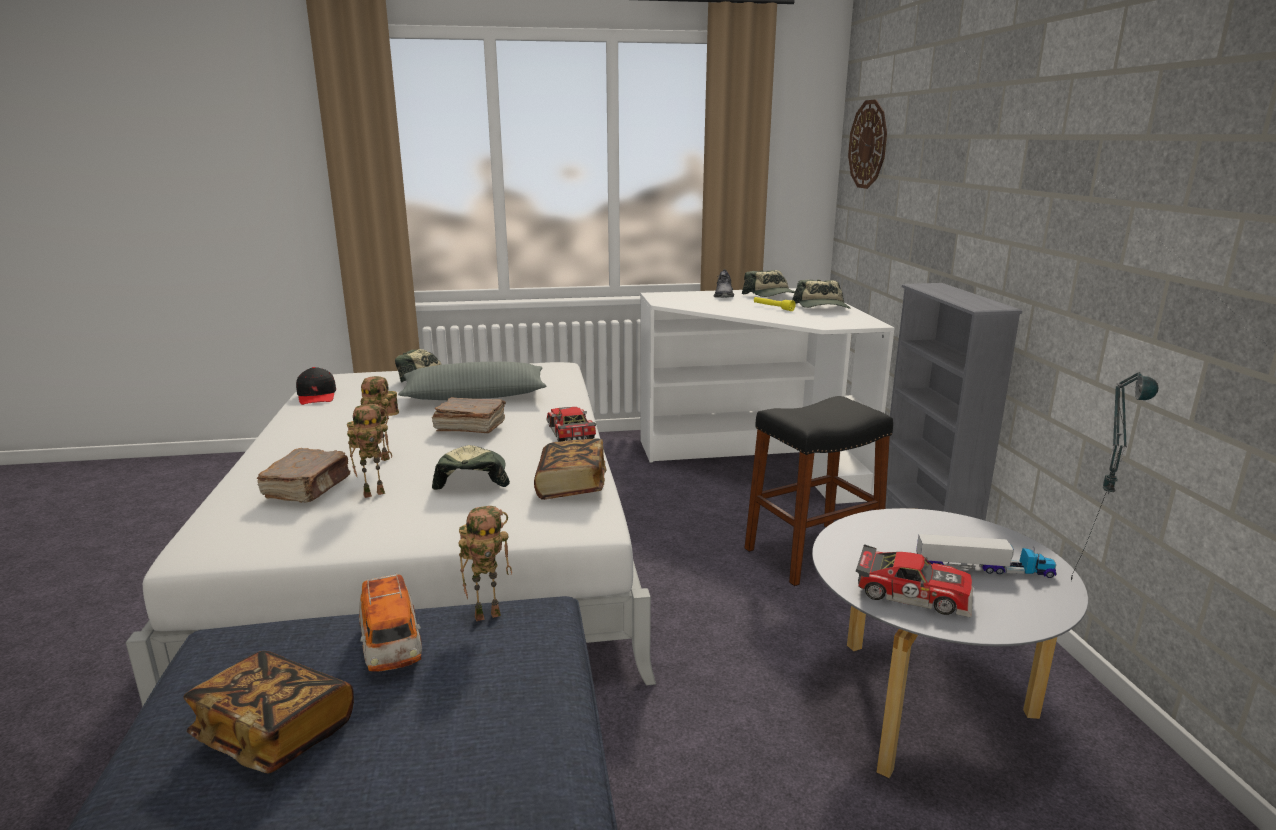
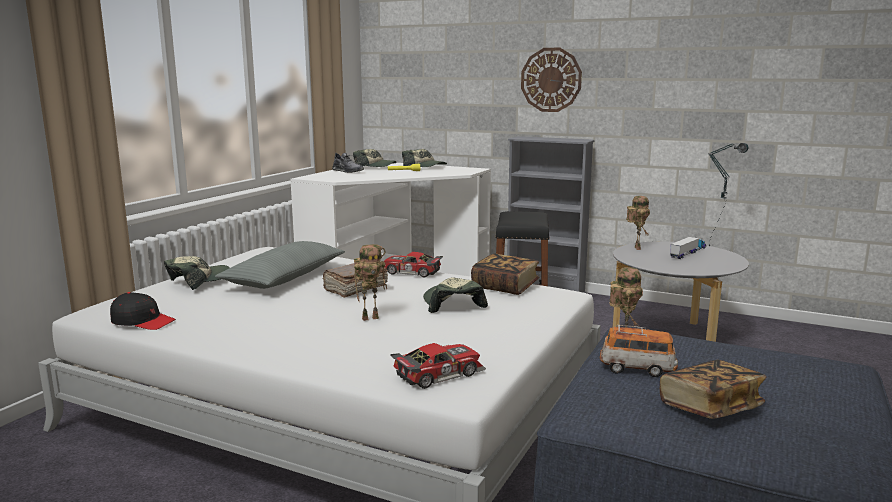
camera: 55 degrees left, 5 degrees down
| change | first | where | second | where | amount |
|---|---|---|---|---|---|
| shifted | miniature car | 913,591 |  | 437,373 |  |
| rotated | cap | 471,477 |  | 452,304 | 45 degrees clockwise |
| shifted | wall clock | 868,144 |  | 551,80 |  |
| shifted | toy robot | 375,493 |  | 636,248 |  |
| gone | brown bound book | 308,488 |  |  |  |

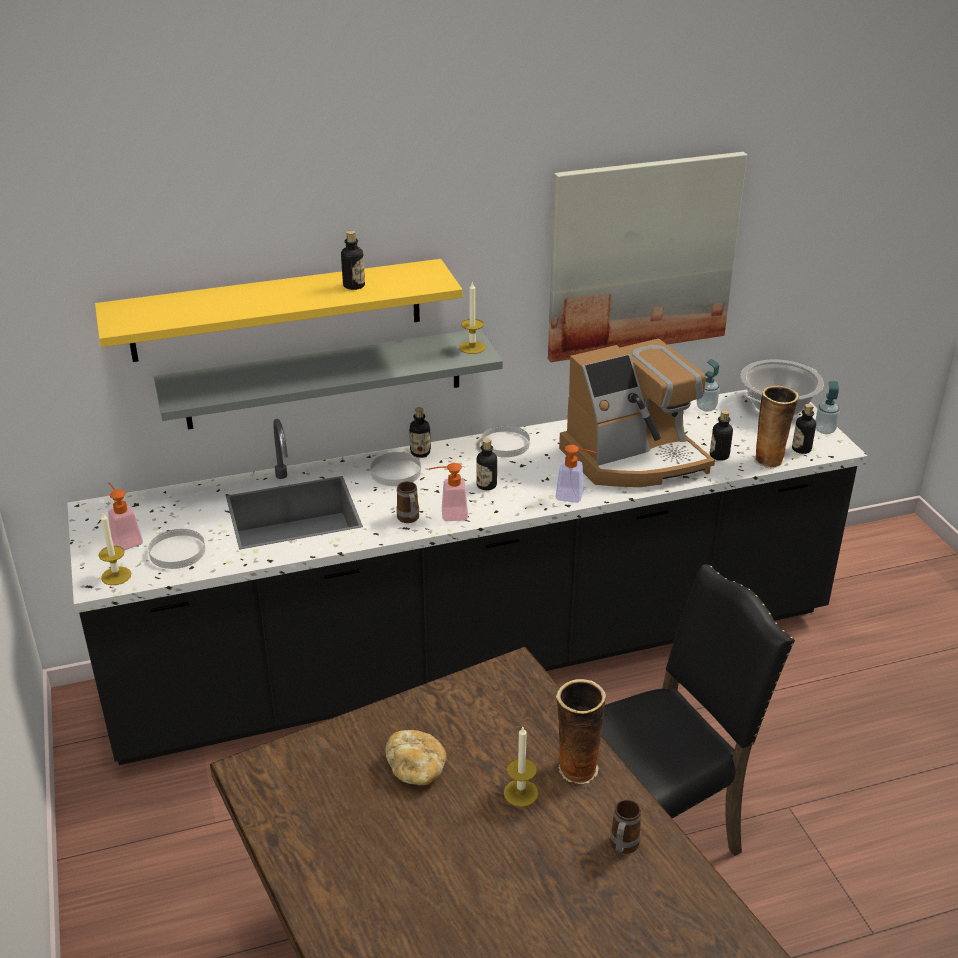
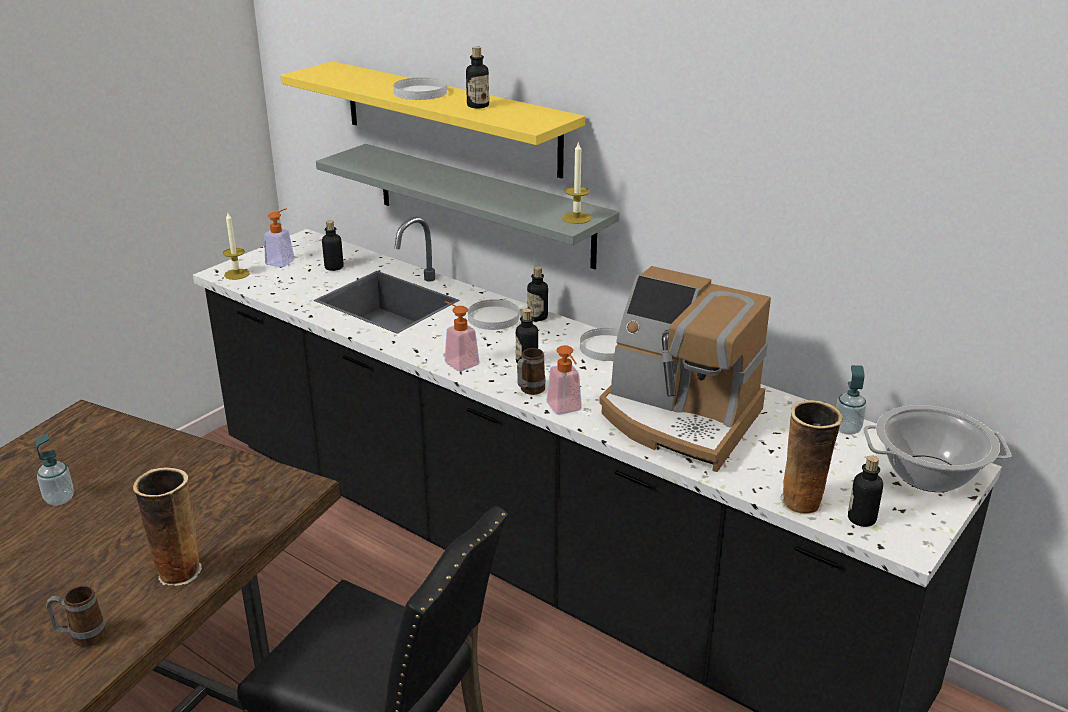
camera: 55 degrees right, 5 degrees down
| change | first | where | second | where | amount |
|---|---|---|---|---|---|
| shifted | soap dispenser | 824,430 |  | 59,499 |  |
| shifted | bottle | 719,456 |  | 334,267 |  |
| shifted | whitish plate | 177,552 |  | 420,92 |  |
| shifted | mug | 409,520 |  | 529,391 |  |
| gone | bread | 416,769 |  |  |  |
| gone | candle | 521,793 |  |  |  |
| gone | picture | 642,256 |  |  |  |

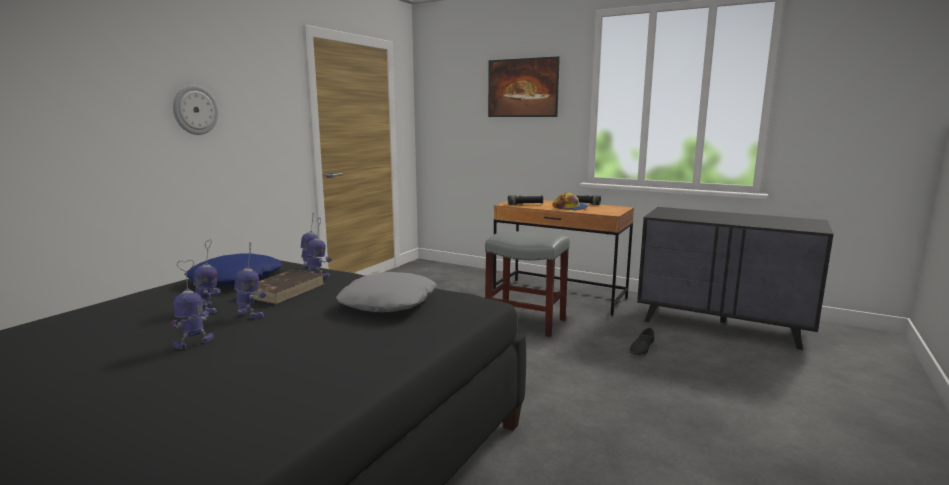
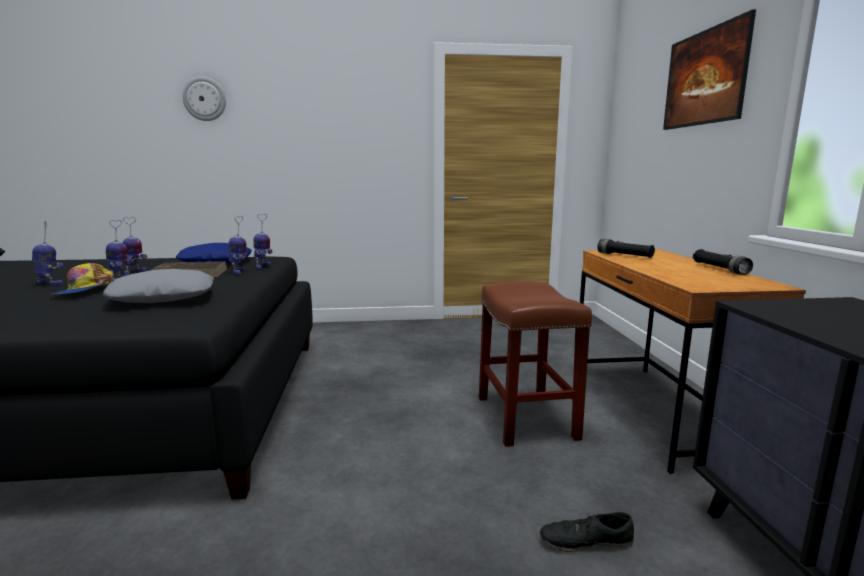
camera: 55 degrees right, 0 degrees up
| change | first | where | second | where | amount |
|---|---|---|---|---|---|
| shifted | cap | 570,208 |  | 85,290 |  |
| shifted | wall clock | 195,110 |  | 205,99 |  |
| repainted | grey sitting stool | 524,323 | brown sitting stool | 524,417 |  |

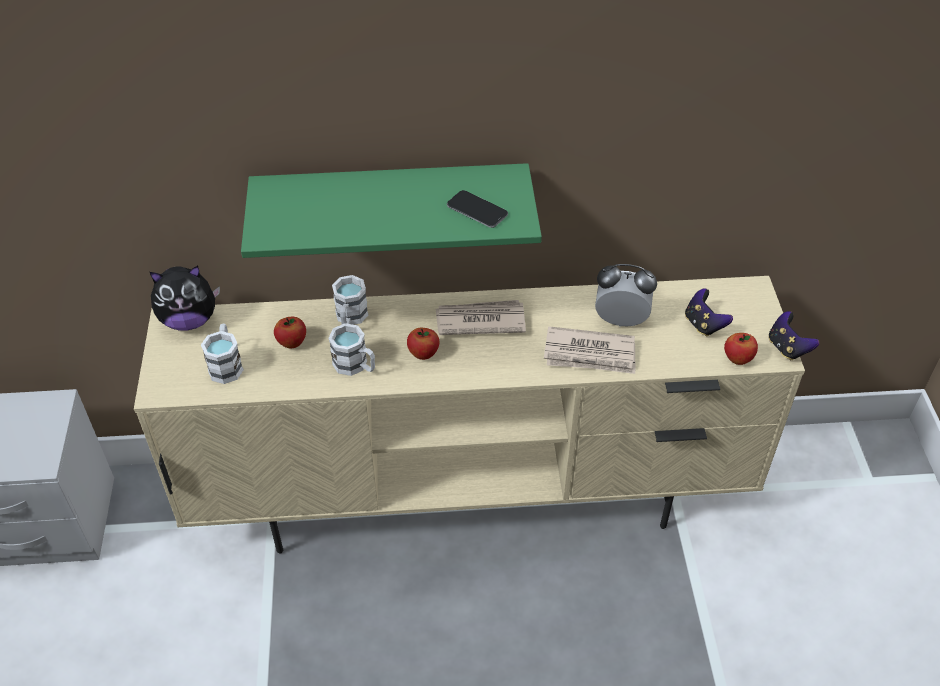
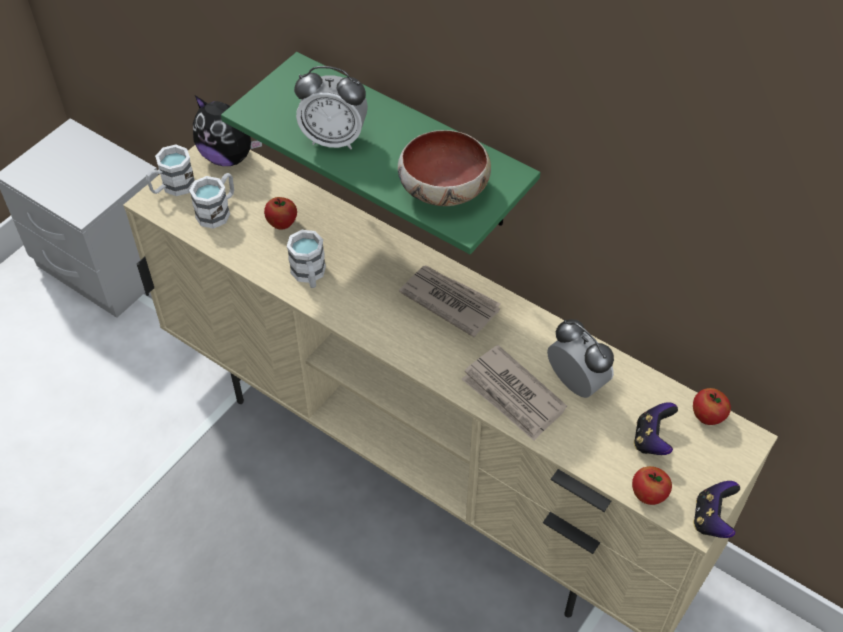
camera: 40 degrees right, 5 degrees up
| change | first | where | second | where | amount |
|---|---|---|---|---|---|
| shifted | whitish mug | 350,319 |  | 172,187 |  |
| new |  |  | alarm clock | 334,139 |  |
| swapped | phone | 477,210 | deep dish | 442,190 |  |
| shifted | apple fruit | 423,354 |  | 707,416 |  |

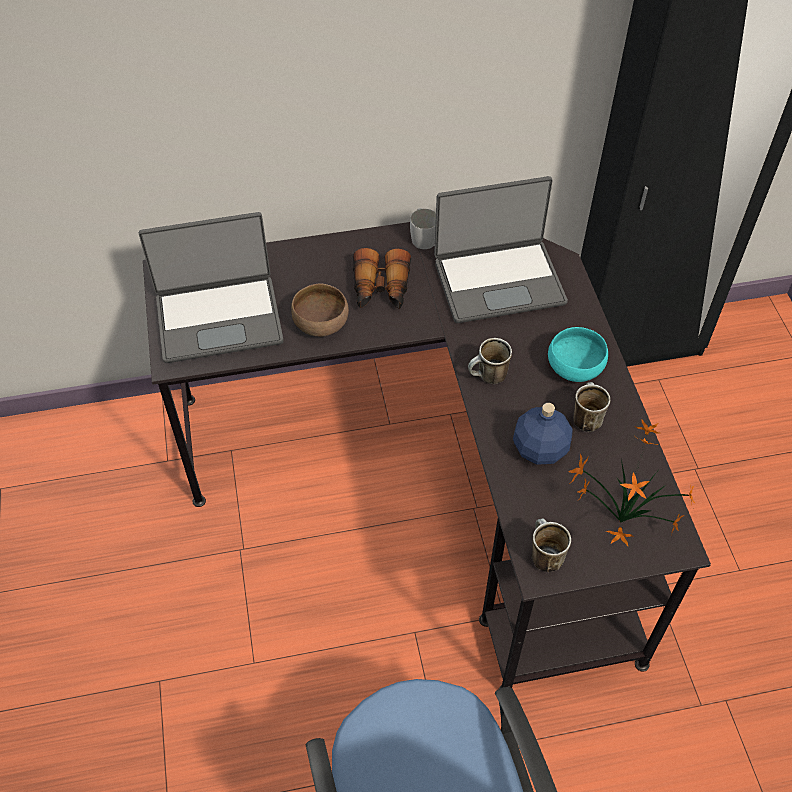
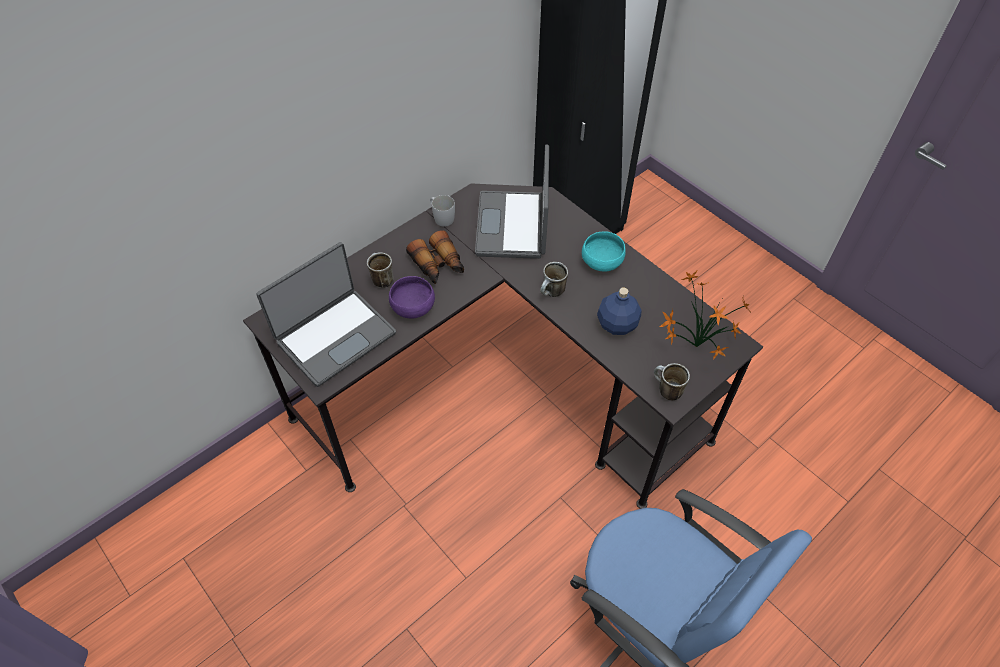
camera: 30 degrees left, 0 degrees up
| change | first | where | second | where | amount |
|---|---|---|---|---|---|
| shifted | mug | 585,417 |  | 380,279 |  |
| repainted | brown deep dish | 321,323 | purple deep dish | 413,307 |  |
| rotated | notebook computer | 498,281 |  | 513,226 | 135 degrees clockwise |

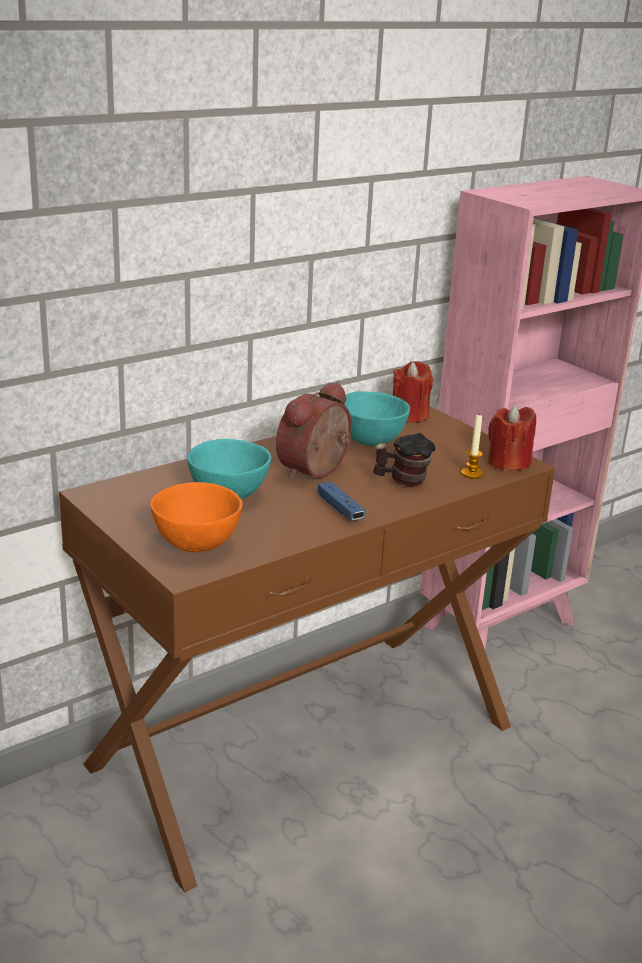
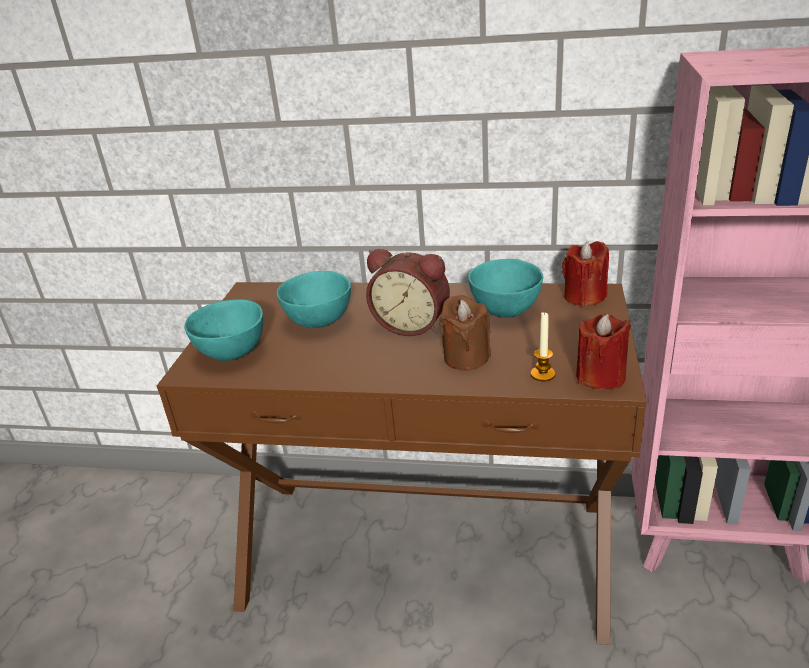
camera: 50 degrees right, 5 degrees up
| change | first | where | second | where | amount |
|---|---|---|---|---|---|
| repainted | orangey deep dish | 198,545 | turquoise-coloured deep dish | 232,354 |  |
| rotated | alarm clock | 317,472 |  | 412,325 | 150 degrees counterclockwise |
| swapped | mug | 402,481 | brown candle | 466,357 |  |
| gone | blue joypad | 340,509 |  |  |  |

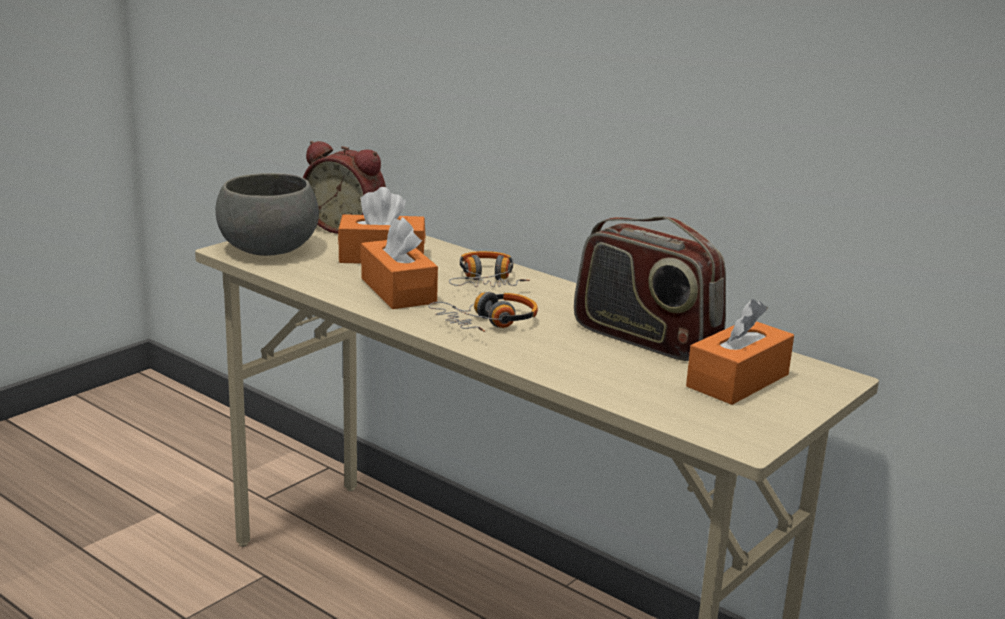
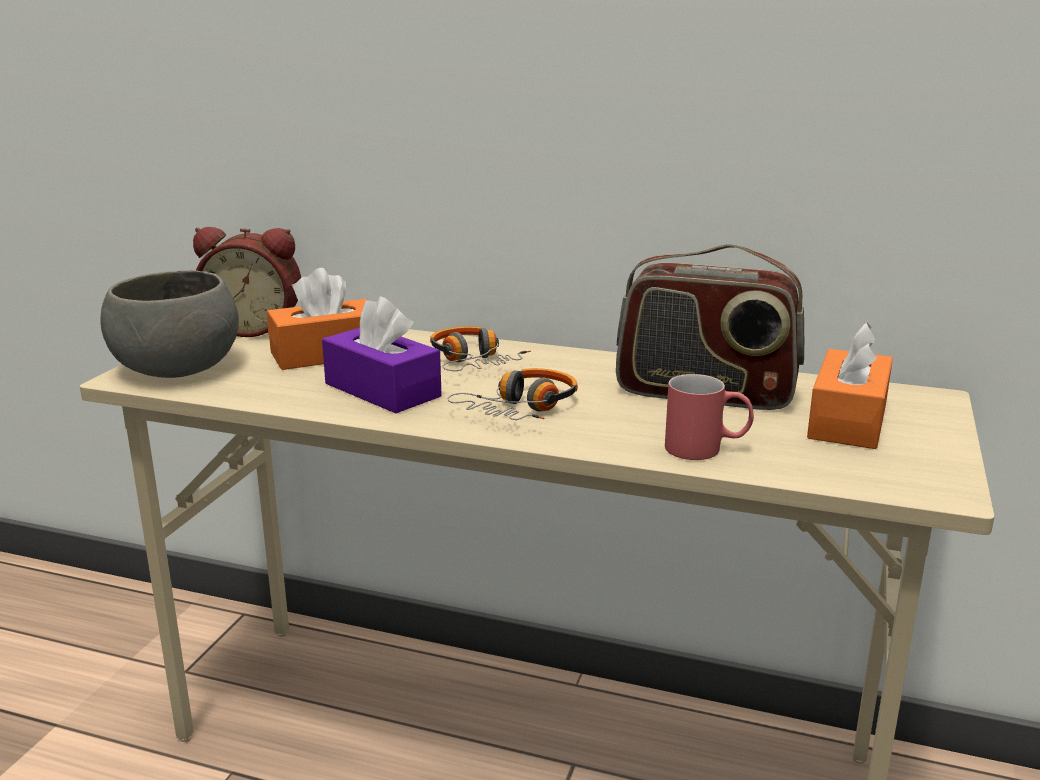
camera: 20 degrees left, 0 degrees up
| change | first | where | second | where | amount |
|---|---|---|---|---|---|
| repainted | orangey tissue holder | 398,291 | purple tissue holder | 382,390 |  |
| new |  |  | red-coloured mug | 707,449 |  |

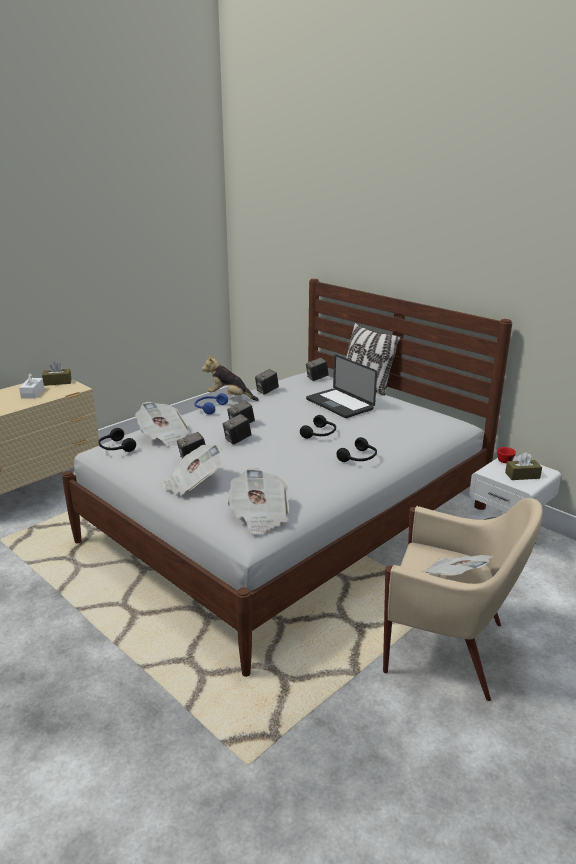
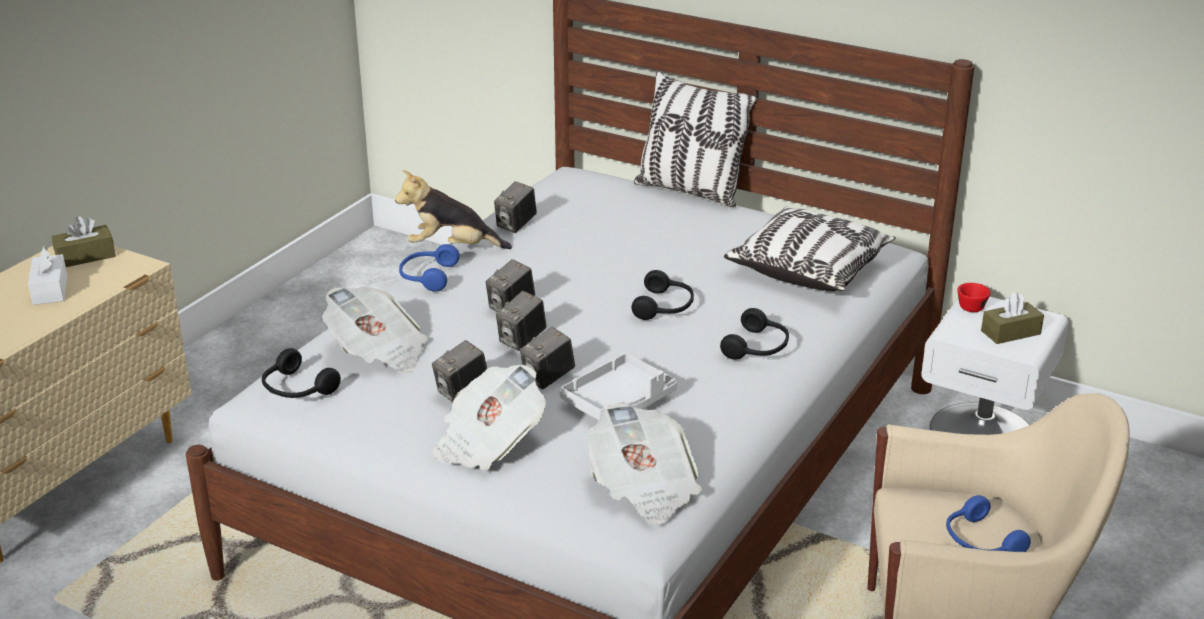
camera: 15 degrees left, 5 degrees up
| change | first | where | second | where | amount |
|---|---|---|---|---|---|
| shifted | still camera | 317,378 |  | 548,378 |  |
| new |  |  | grey serving tray | 619,401 |  |
| new |  |  | throw pillow | 809,268 |  |
| swapped | printed paper | 454,578 | blue headset | 979,542 |  |
| gone | notebook computer | 339,404 |  |  |  |

